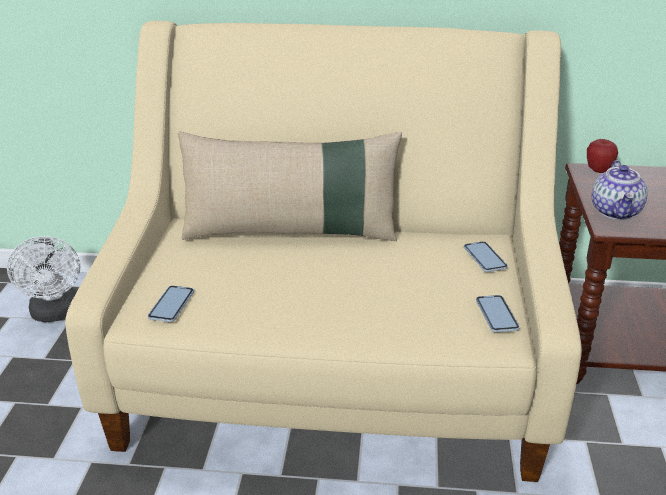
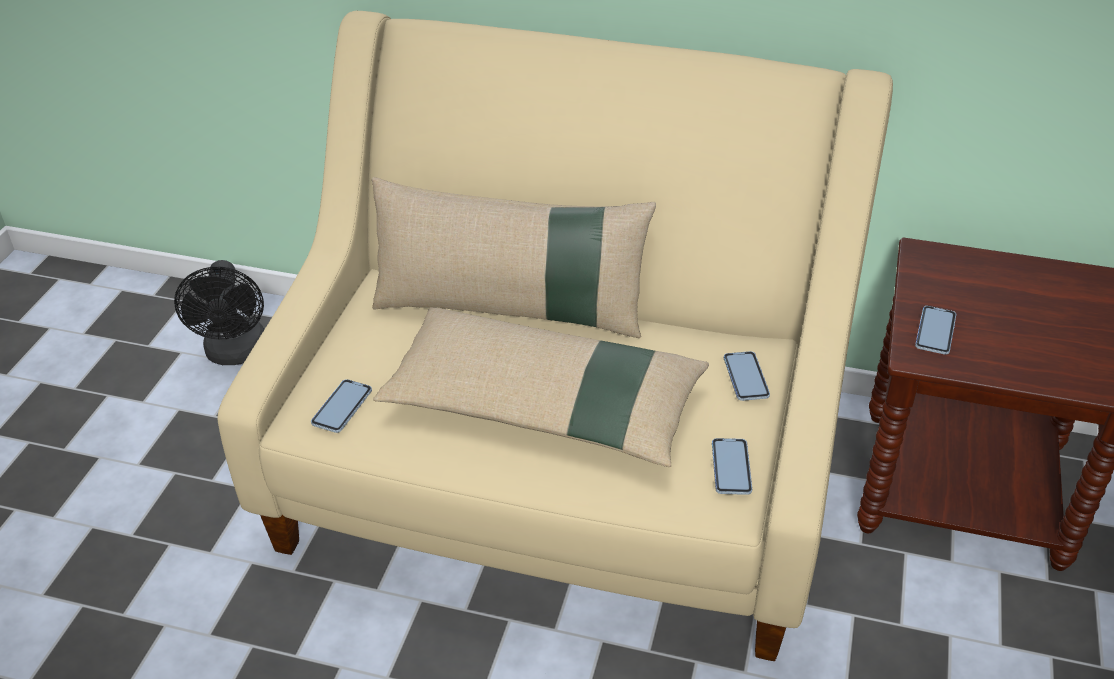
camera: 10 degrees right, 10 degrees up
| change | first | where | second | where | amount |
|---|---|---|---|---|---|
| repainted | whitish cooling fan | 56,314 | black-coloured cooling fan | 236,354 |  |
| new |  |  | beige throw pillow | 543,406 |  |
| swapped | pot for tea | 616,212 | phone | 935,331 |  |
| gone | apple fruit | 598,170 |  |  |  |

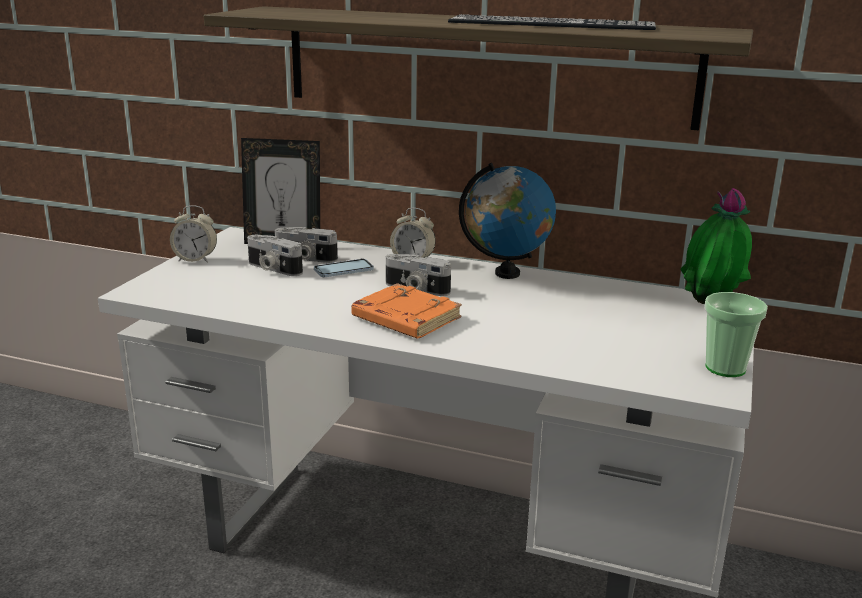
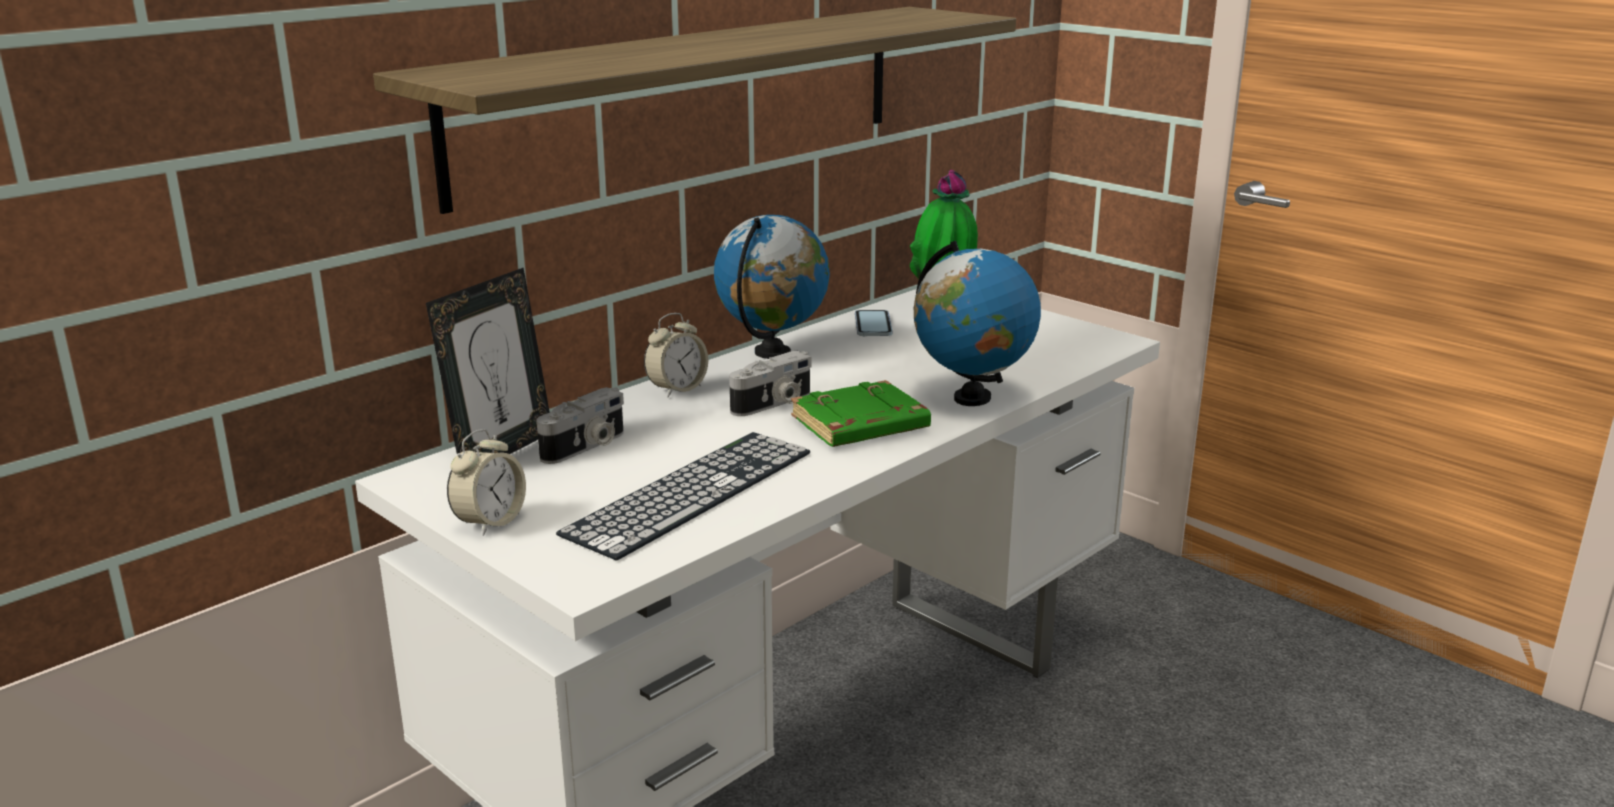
camera: 65 degrees left, 0 degrees up
| change | first | where | second | where | amount |
|---|---|---|---|---|---|
| shifted | computer keyboard | 552,24 |  | 691,492 |  |
| repainted | orangey bound book | 404,319 | green-coloured bound book | 860,425 |  |
| shifted | phone | 343,270 |  | 873,325 |  |
| new |  |  | desk globe | 971,398 |  |
| gone | still camera | 273,269 |  |  |  |
| gone | cup | 725,368 |  |  |  |

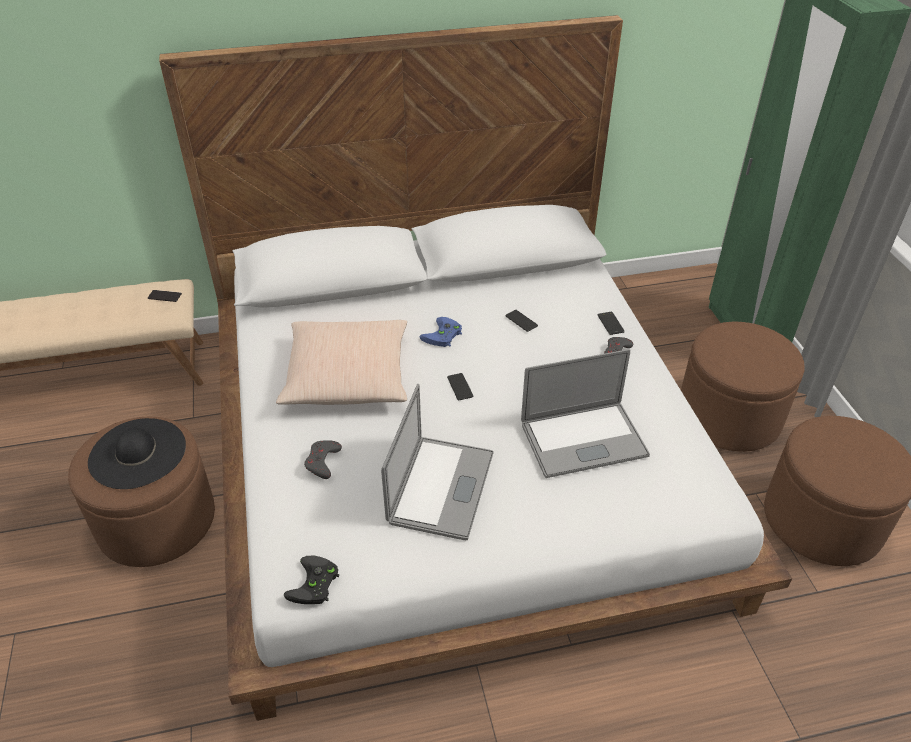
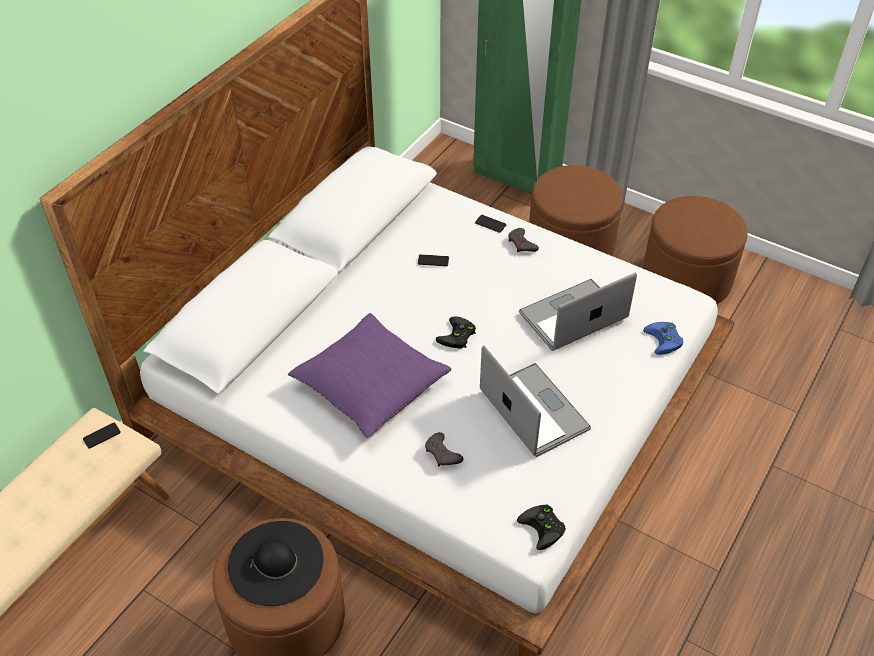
camera: 45 degrees left, 5 degrees up
| change | first | where | second | where | amount |
|---|---|---|---|---|---|
| repainted | beige throw pillow | 347,375 | purple throw pillow | 370,384 |  |
| swapped | phone | 460,387 | black-coloured joypad | 457,336 |  |
| rotated | notebook computer | 583,439 |  | 573,316 | 150 degrees counterclockwise |
| shifted | blue joypad | 442,336 |  | 665,340 |  |

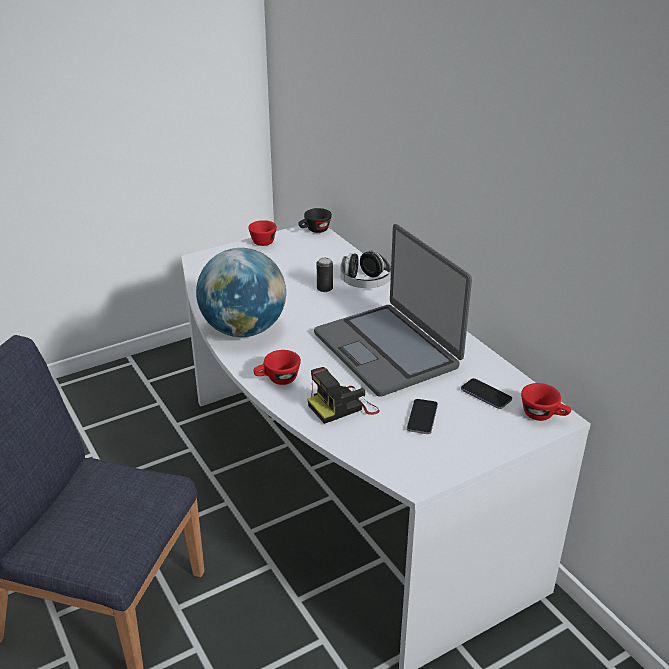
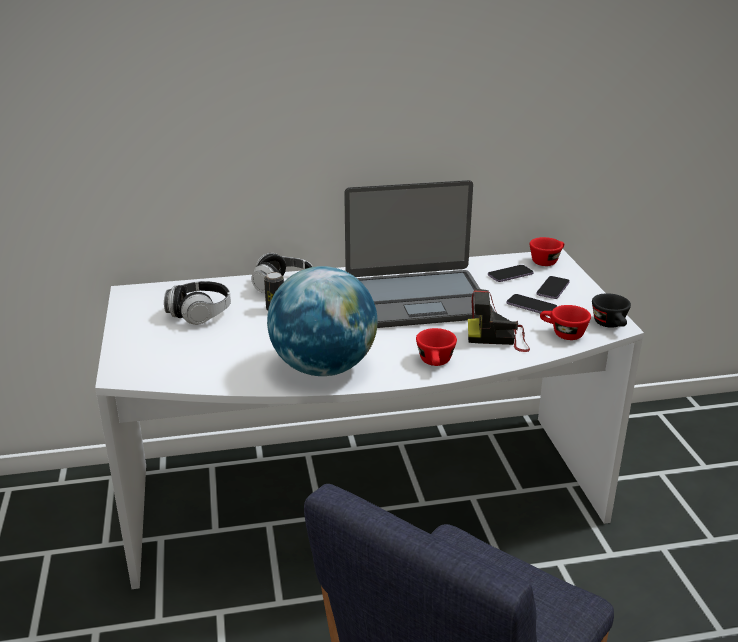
camera: 70 degrees left, 5 degrees down
| change | first | where | second | where | amount |
|---|---|---|---|---|---|
| new |  |  | headset | 200,313 |  |
| rotated | still camera | 343,406 |  | 499,337 | 105 degrees clockwise |
| new |  |  | phone | 553,289 |  |
| shifted | red-coloured cup | 263,240 |  | 562,334 |  |
| shifted | black-coloured cup | 314,231 |  | 611,325 |  |

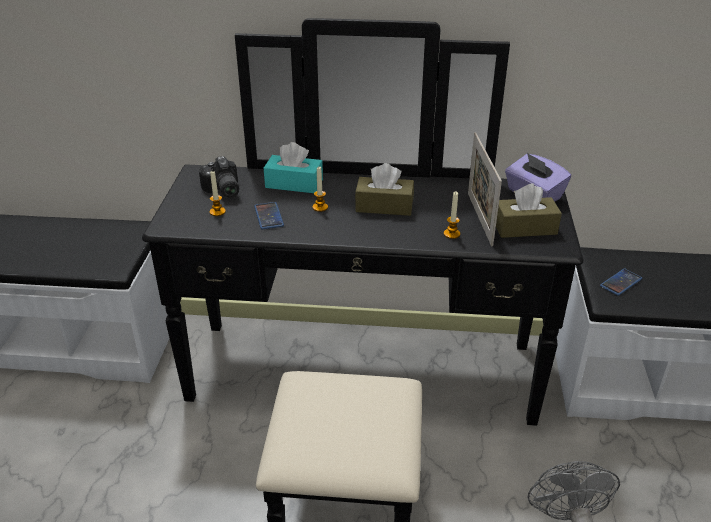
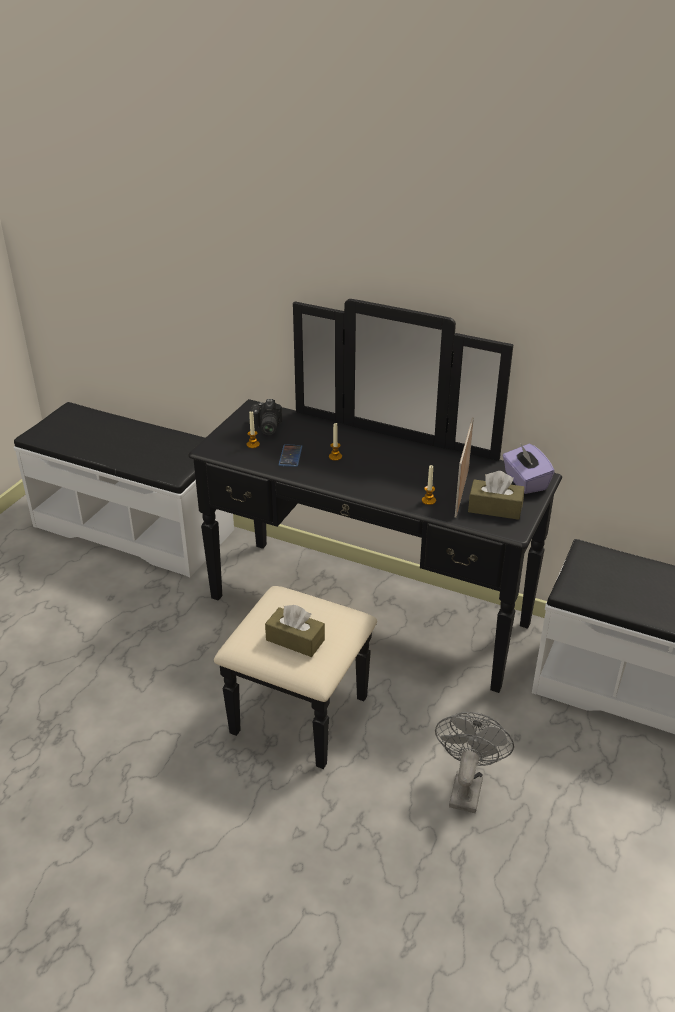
camera: 20 degrees right, 0 degrees up
| change | first | where | second | where | amount |
|---|---|---|---|---|---|
| shifted | brown tissue holder | 384,206 |  | 295,640 |  |
| gone | turquoise-coloured tissue holder | 294,184 |  |  |  |
| gone | phone | 621,282 |  |  |  |

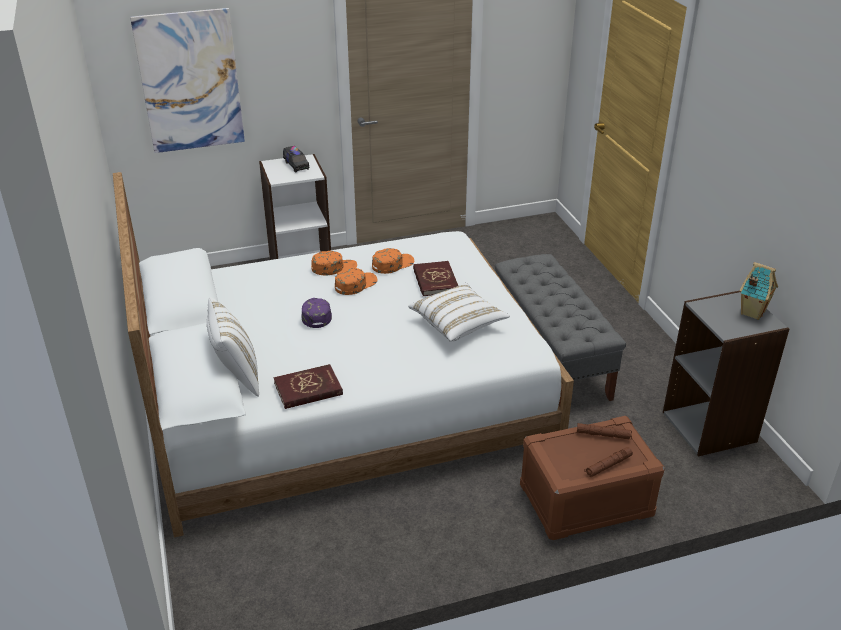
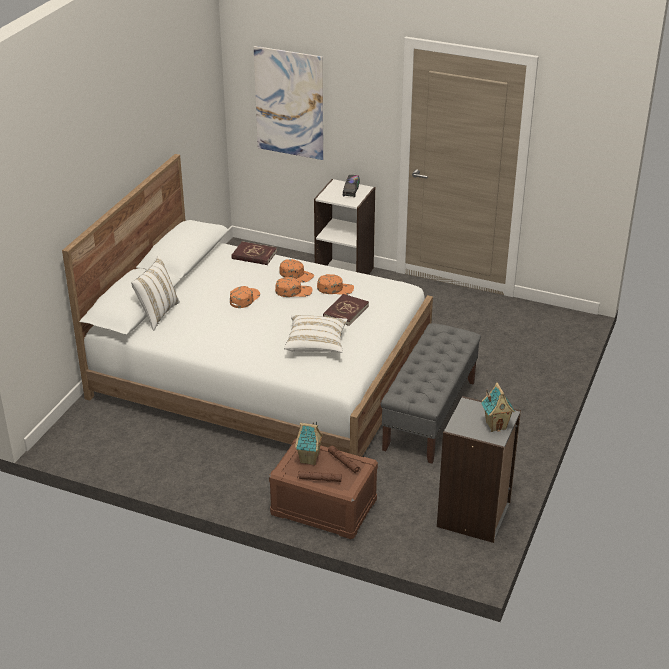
camera: 40 degrees right, 0 degrees up
| change | first | where | second | where | amount |
|---|---|---|---|---|---|
| repainted | purple cap | 315,314 | orangey cap | 244,299 |  |
| shifted | red-coloured bound book | 308,389 |  | 254,255 |  |
| new |  |  | miniature house | 309,459 |  |

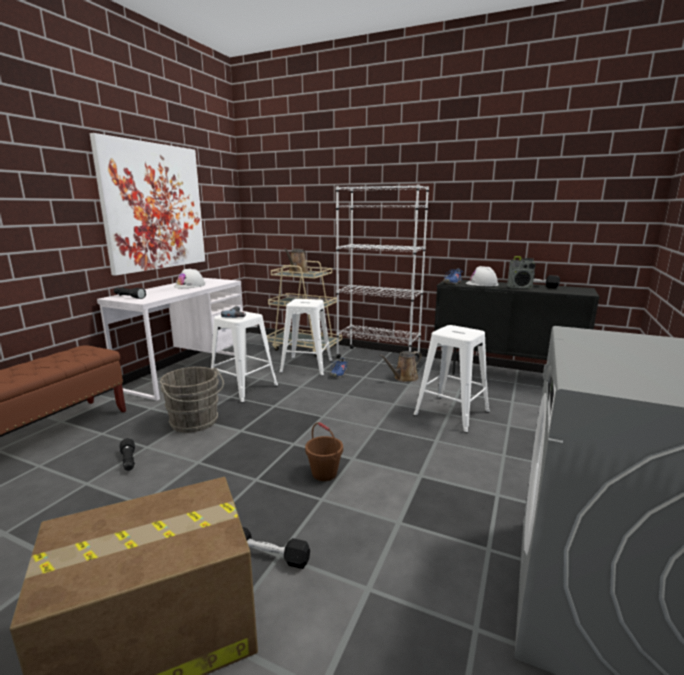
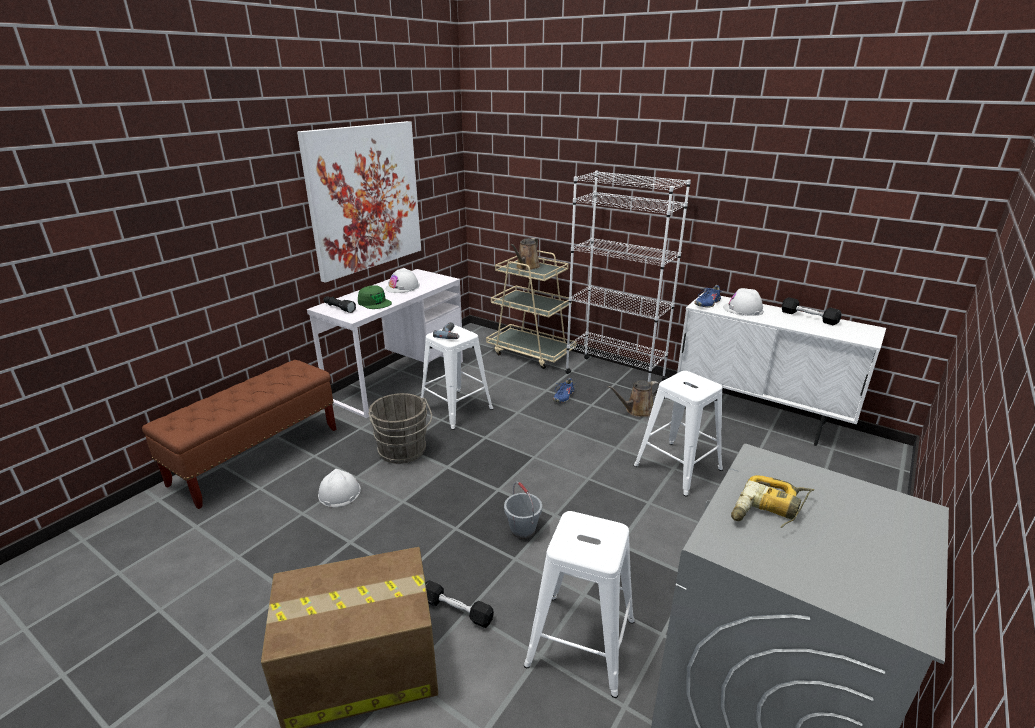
camera: 10 degrees right, 10 degrees up
| change | first | where | second | where | amount |
|---|---|---|---|---|---|
| swapped | black-coloured torch | 129,461 | whitish hard hat | 339,492 |  |
| new |  |  | green-coloured cap | 374,303 |  |
| repainted | brown pail | 324,473 | grey pail | 523,529 |  |
| shifted | whitish sitting stool | 306,366 |  | 579,643 |  |
| repainted | black-coloured storage cabinet | 503,375 | whitish storage cabinet | 760,417 |  |
| new |  |  | drill | 769,511 |  |
| gone | radio receiver | 520,288 |  |  |  |

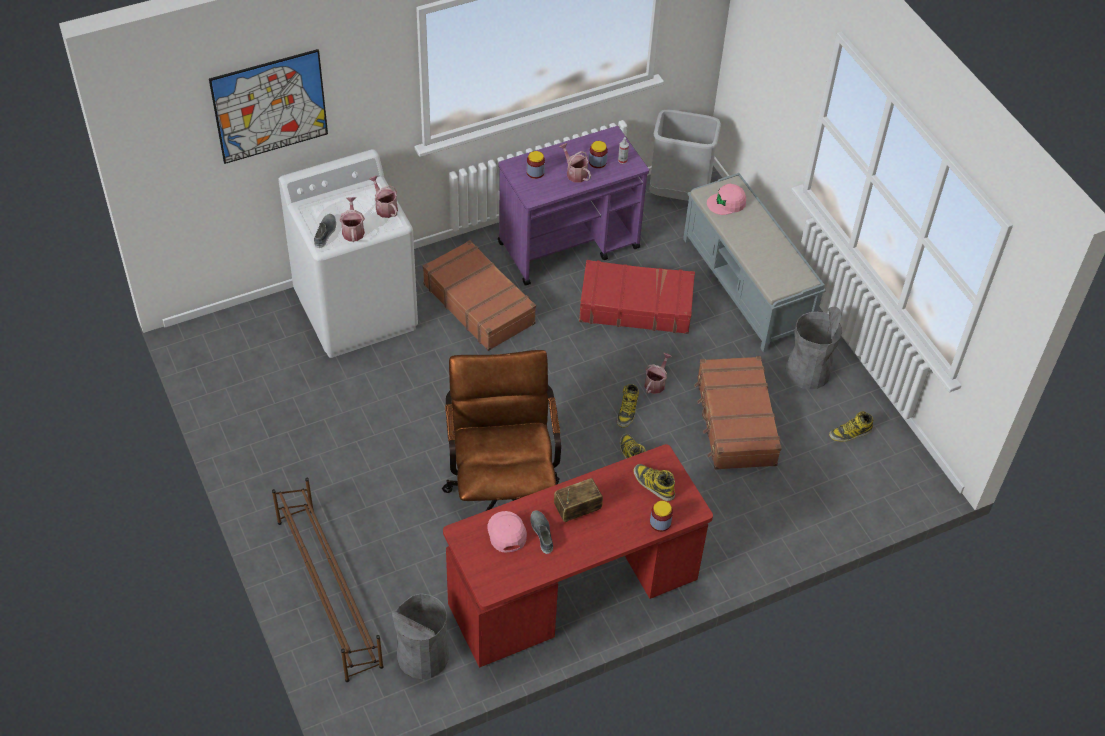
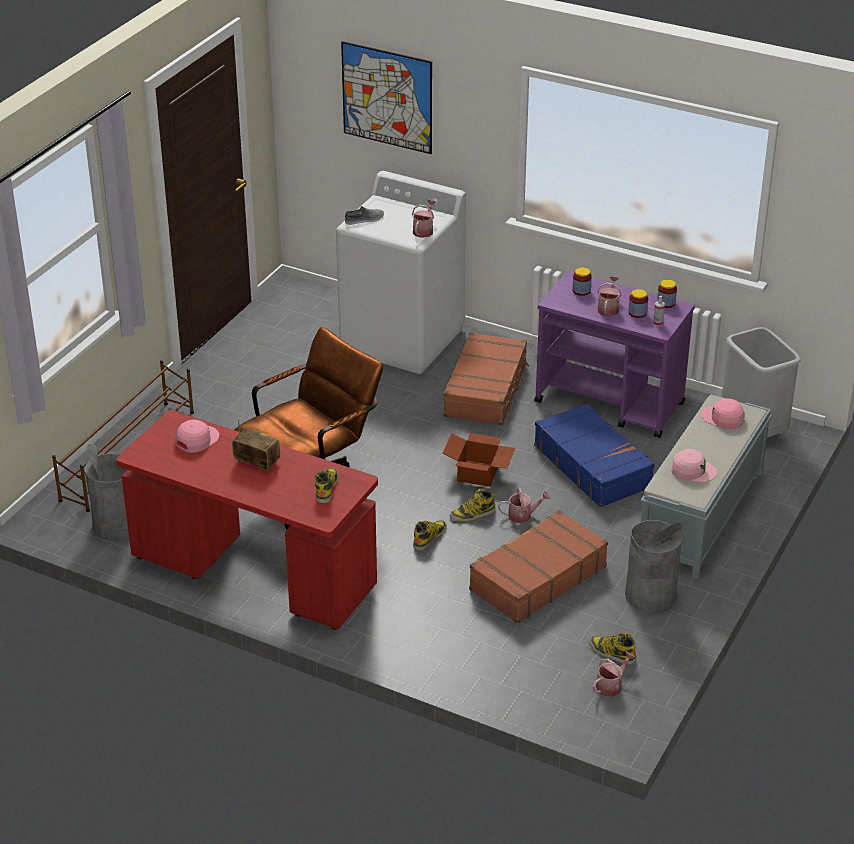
camera: 55 degrees right, 15 degrees down
| change | first | where | second | where | amount |
|---|---|---|---|---|---|
| new |  |  | carton | 479,474 |  |
| repainted | red-coloured piece of luggage | 635,305 | blue piece of luggage | 593,466 |  |
| shifted | watering can | 353,230 |  | 611,685 |  |
| shifted | preserve jar | 660,523 |  | 666,303 |  |
| new |  |  | pink-coloured cap | 693,470 |  |
| gone | grey shoe | 542,533 |  |  |  |

